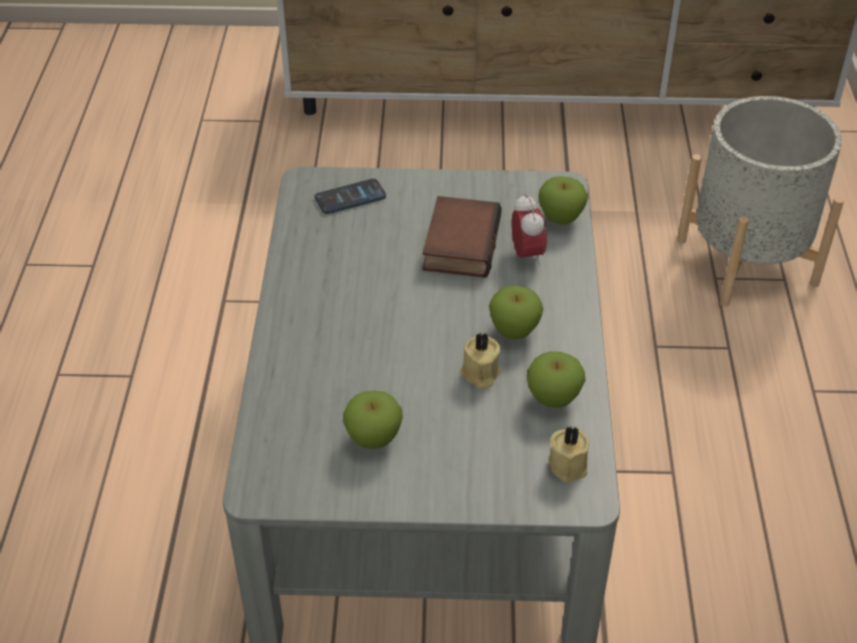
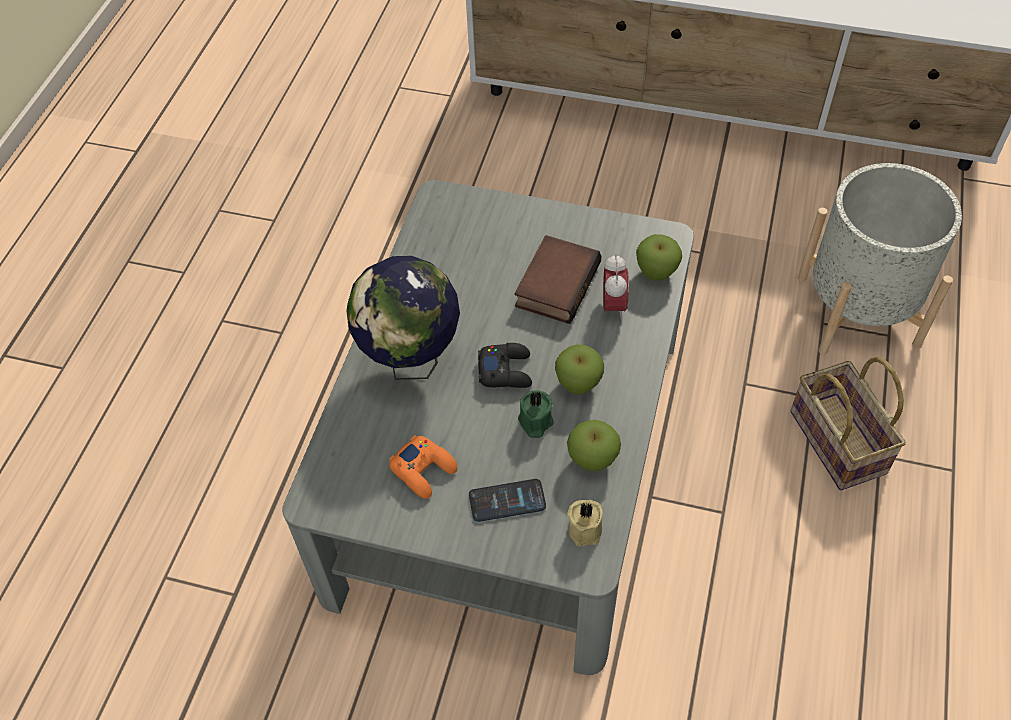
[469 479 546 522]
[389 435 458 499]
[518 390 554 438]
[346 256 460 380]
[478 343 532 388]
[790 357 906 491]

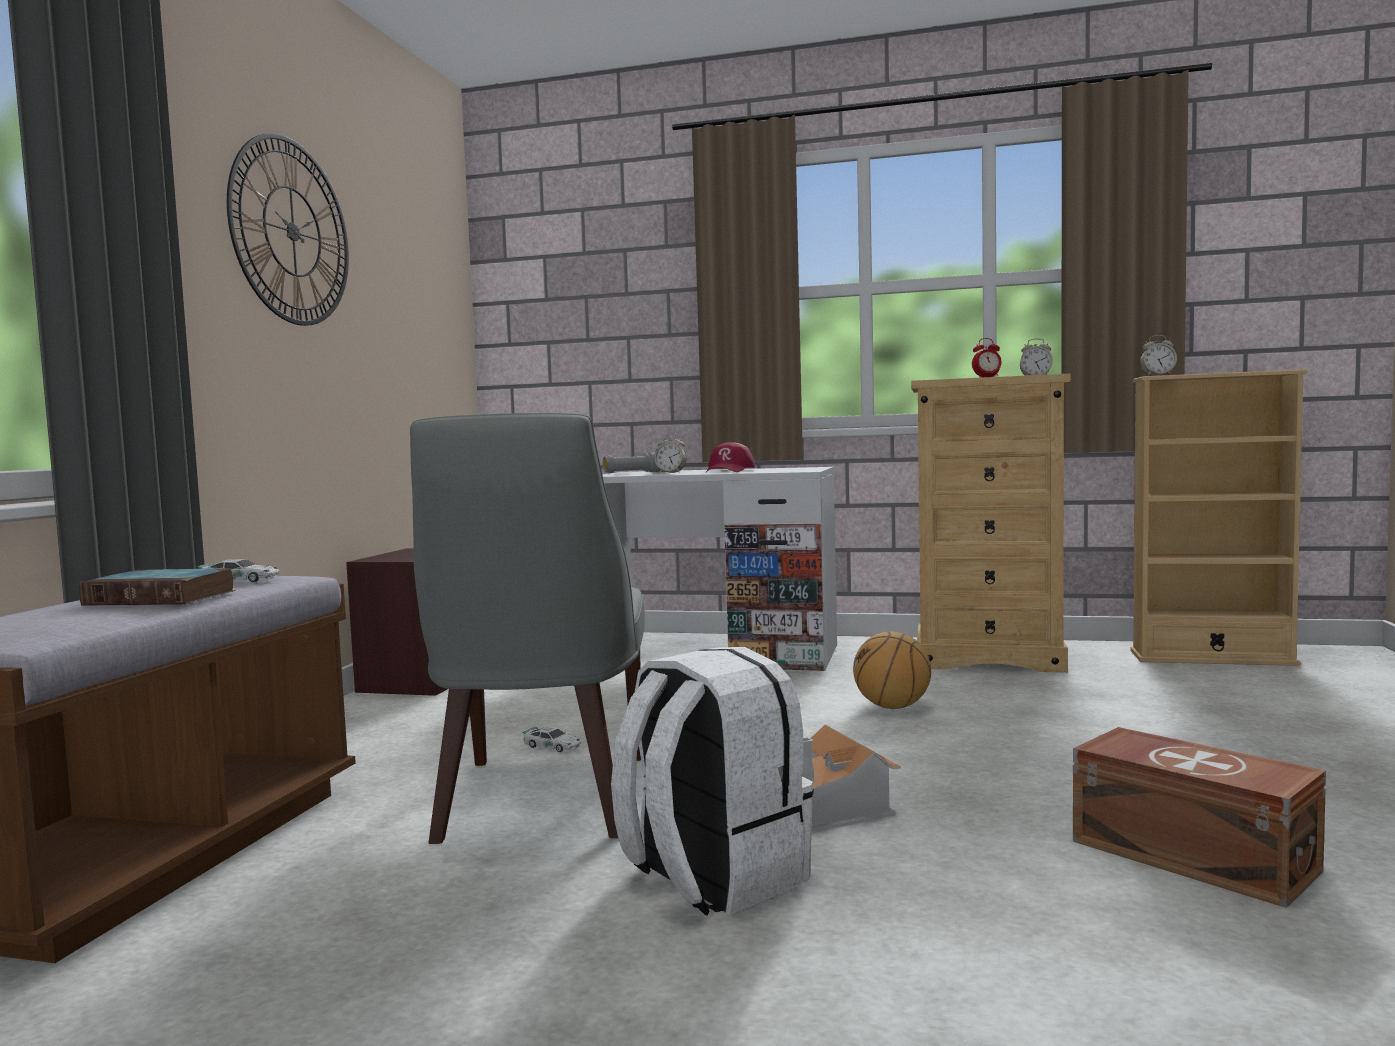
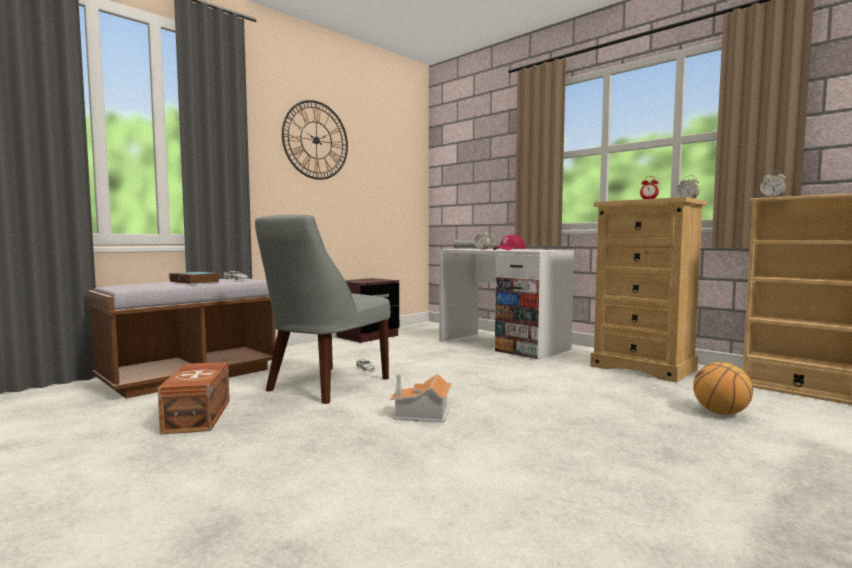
[611 647 814 915] (first image)
[693 362 753 415]
[158 362 230 435]

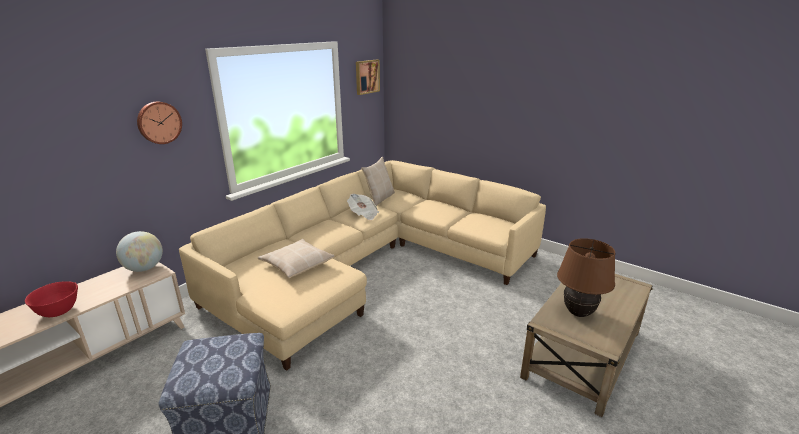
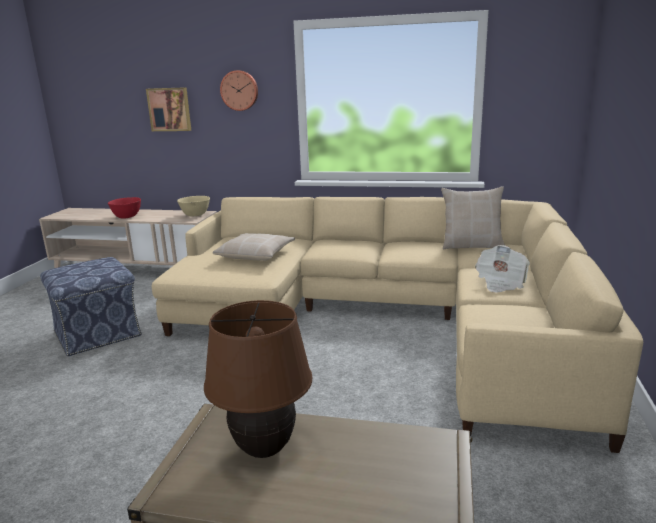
[177 196 210 216]
[475 245 530 293]
[146 87 191 131]

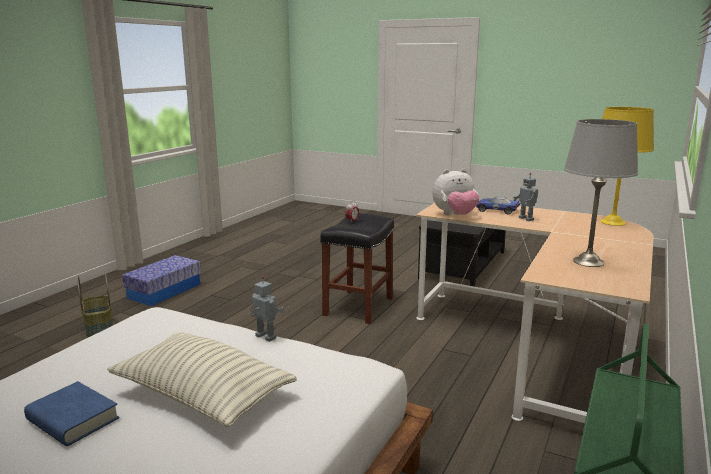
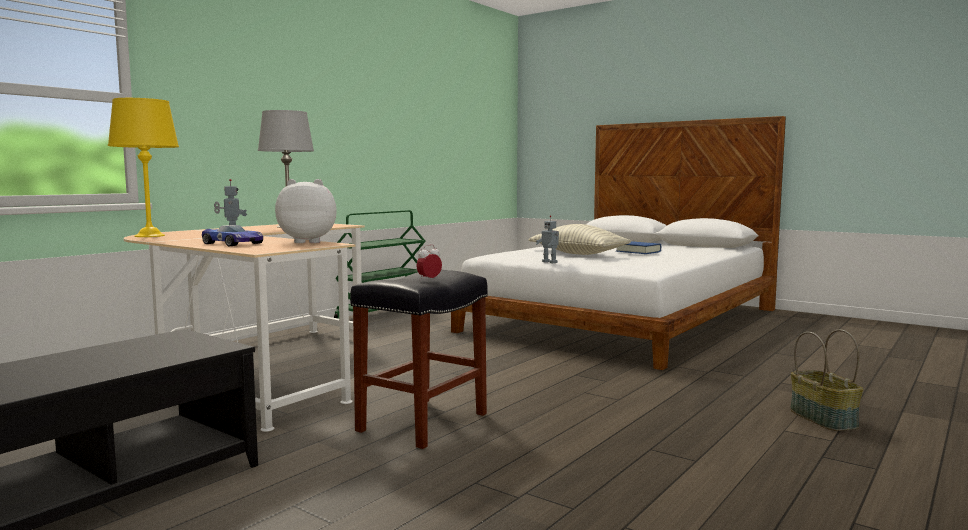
[122 255 201 306] (first image)

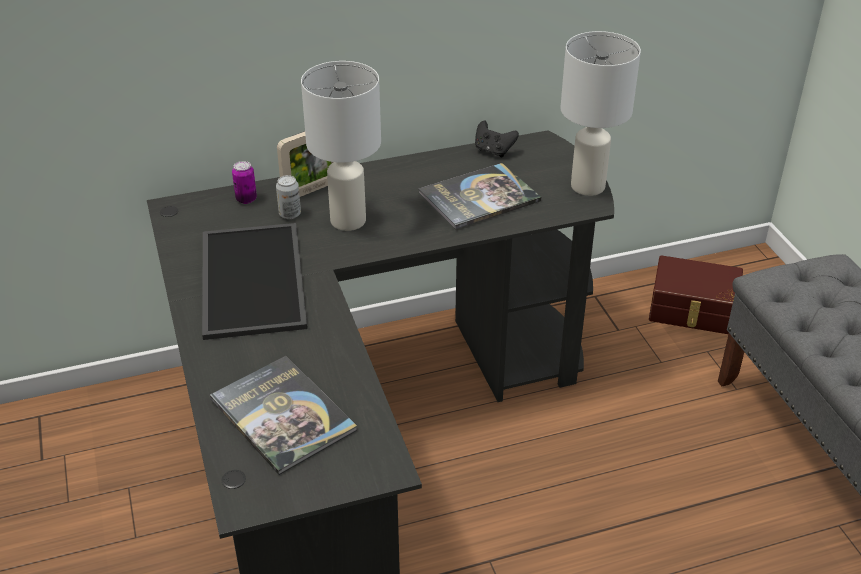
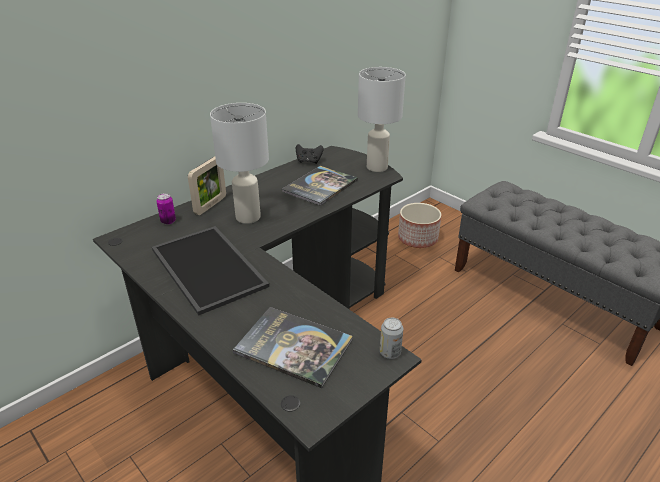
[380 318 403 359]
[398 203 441 248]

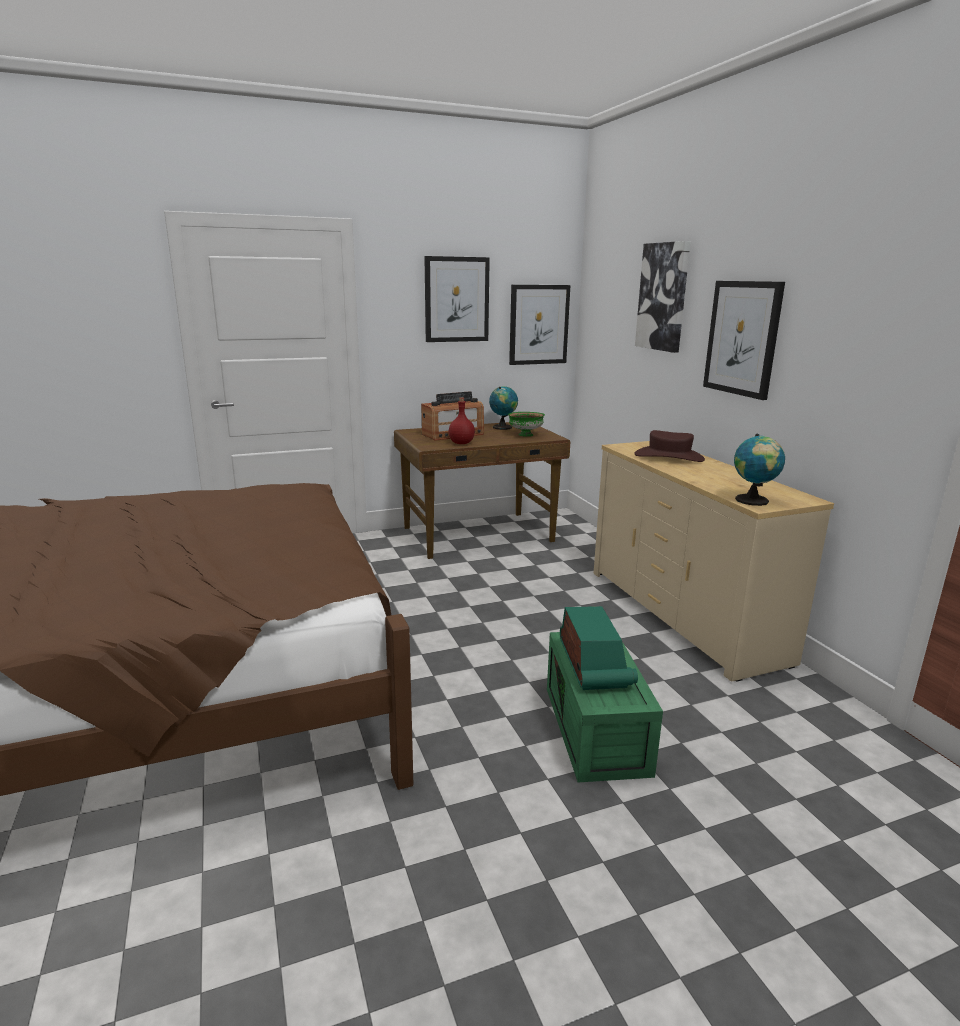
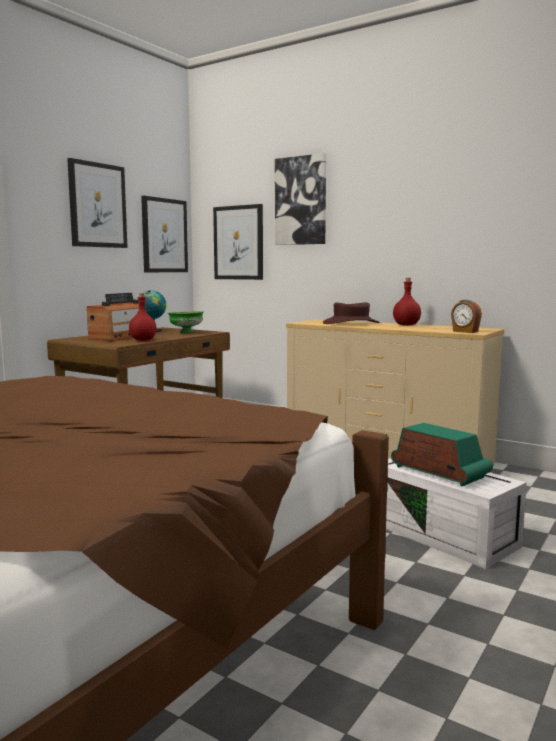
[386 458 527 569]
[213 204 263 280]
[451 300 482 333]
[393 278 421 326]

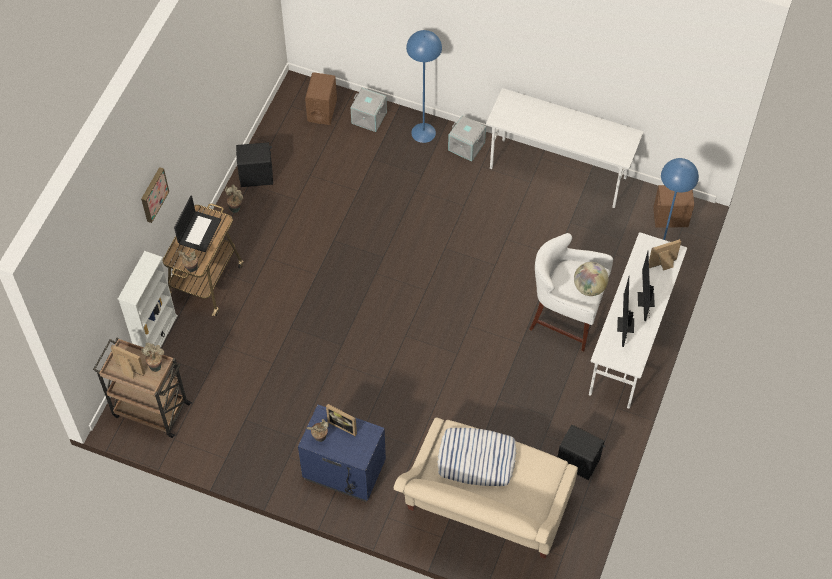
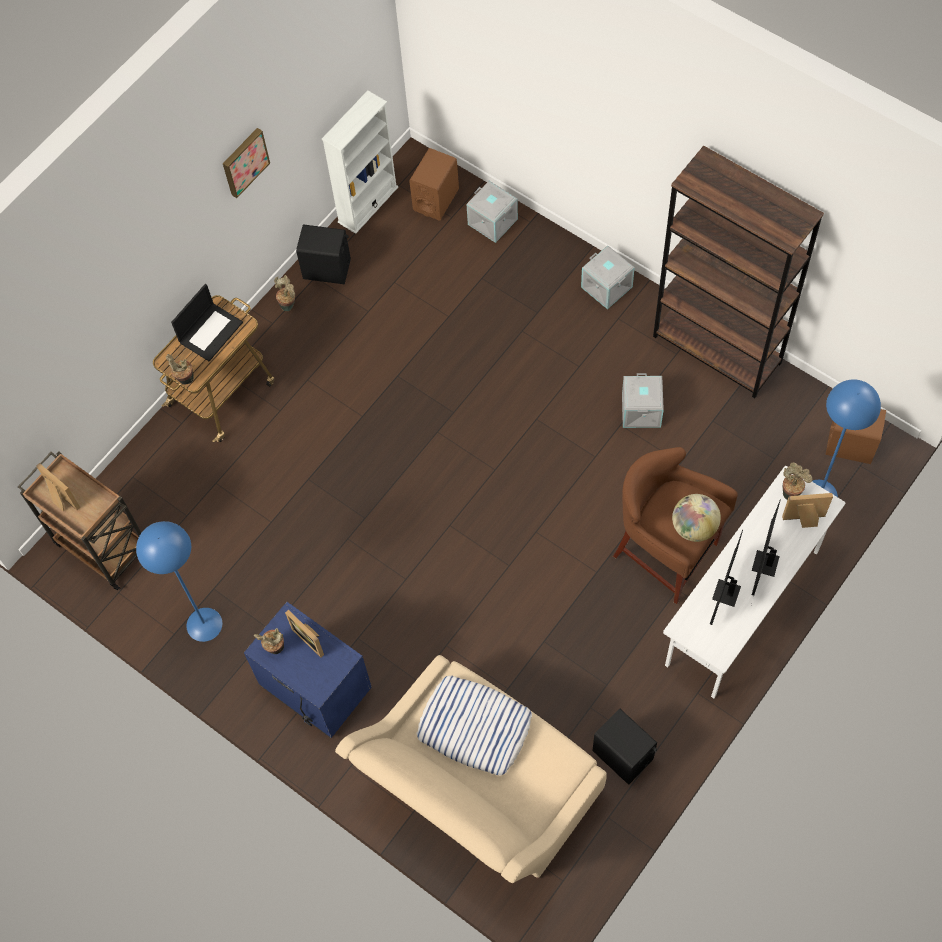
[322 90 398 234]
[223 128 270 198]
[783 463 813 500]
[136 521 222 642]
[653 146 824 398]
[613 447 738 604]
[622 373 664 428]

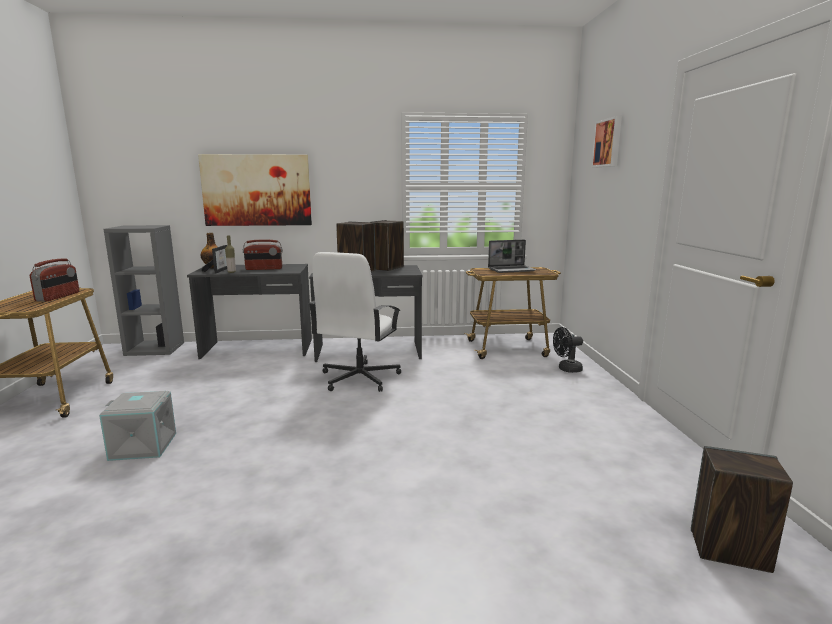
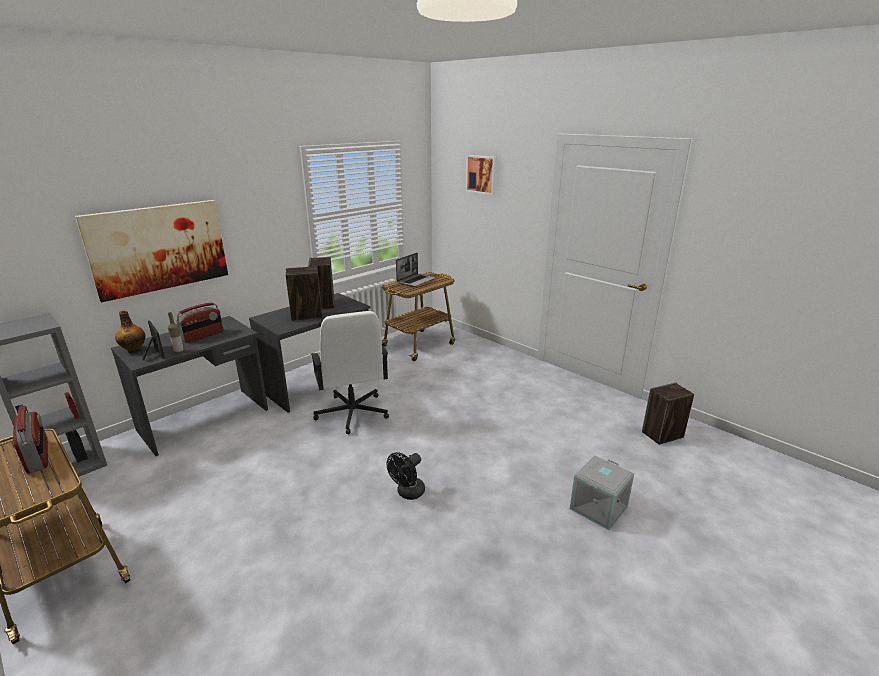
[570 456 634 530]
[387 452 425 500]

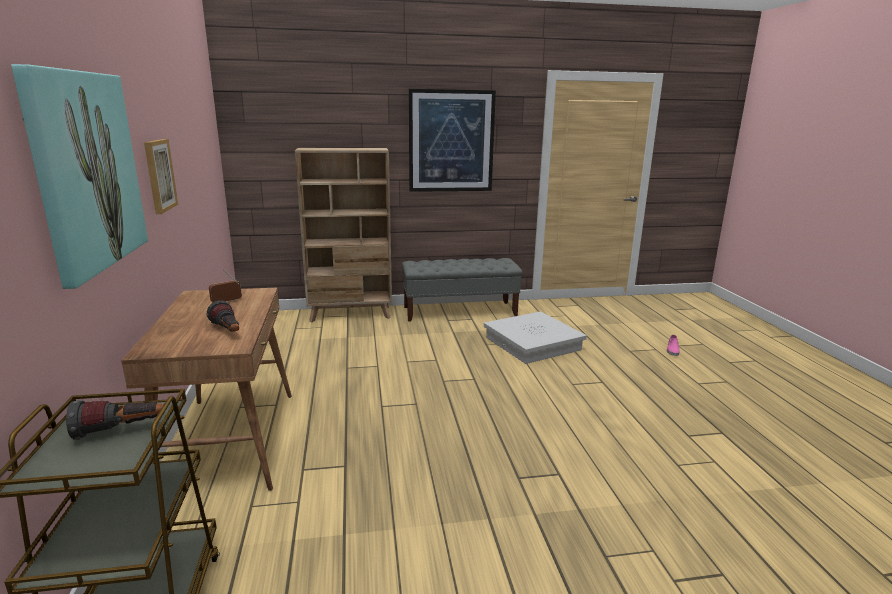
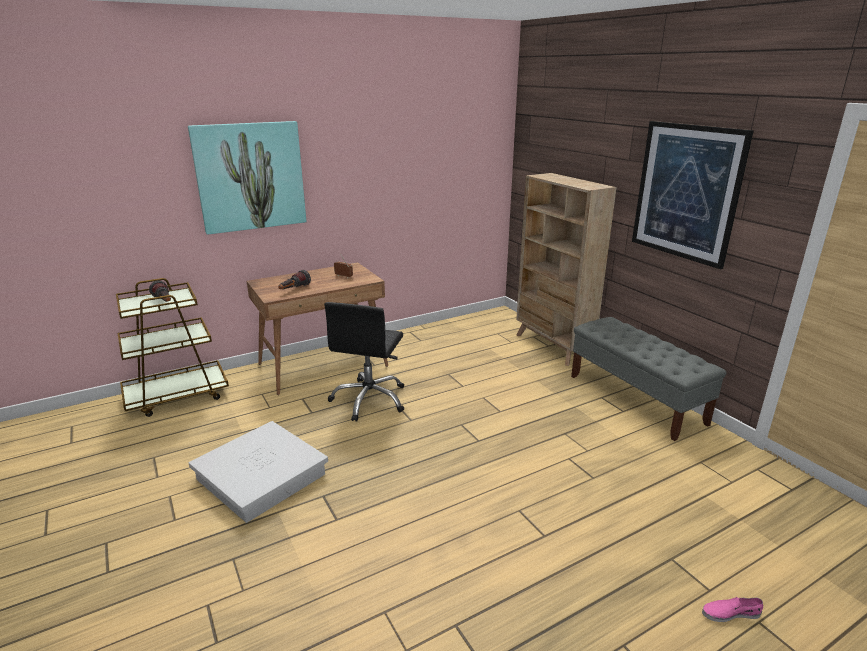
[144 139 178 214] (first image)
[189 421 328 523]
[324 302 404 422]

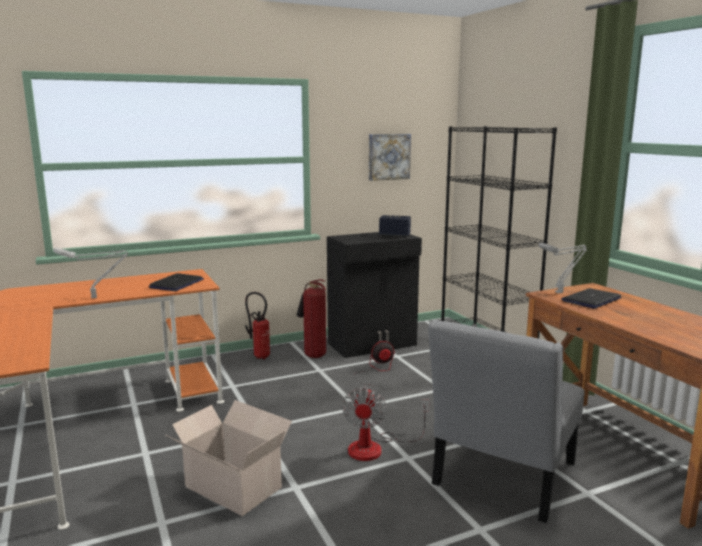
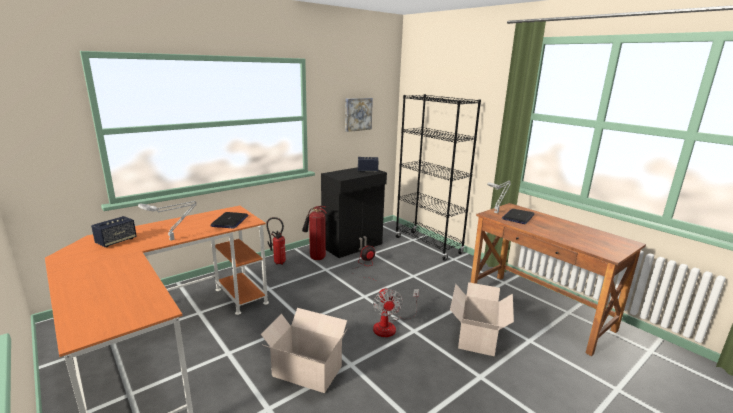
[450 282 514 356]
[91 216 137 247]

